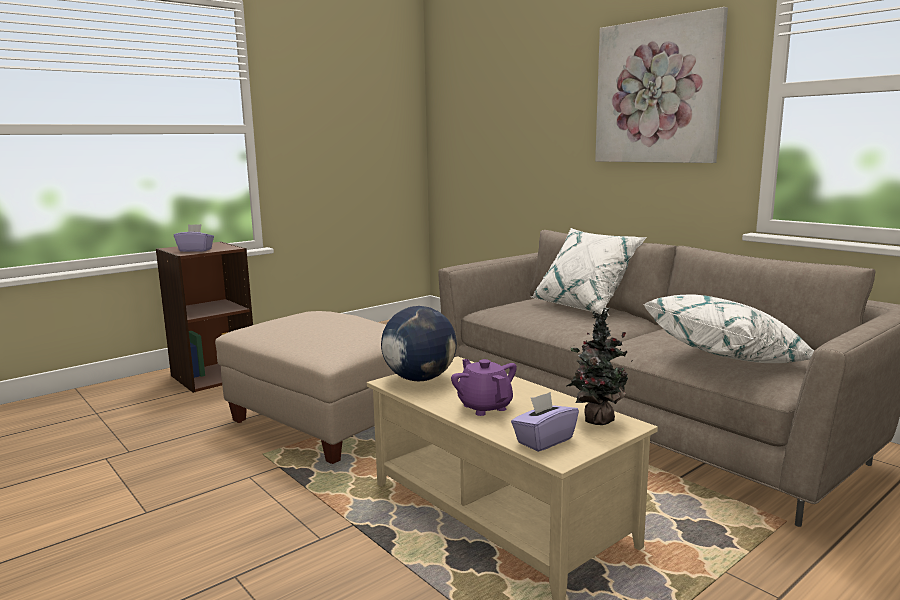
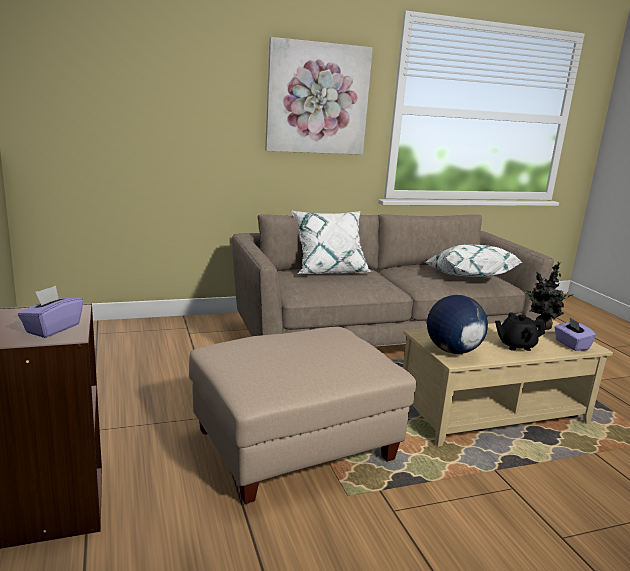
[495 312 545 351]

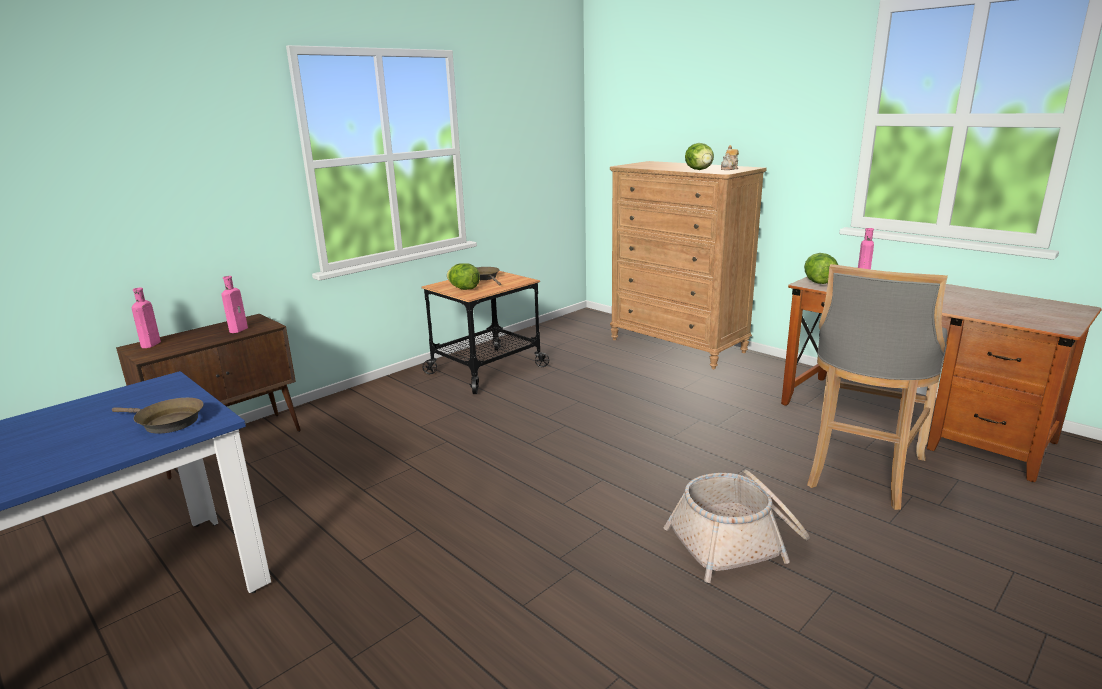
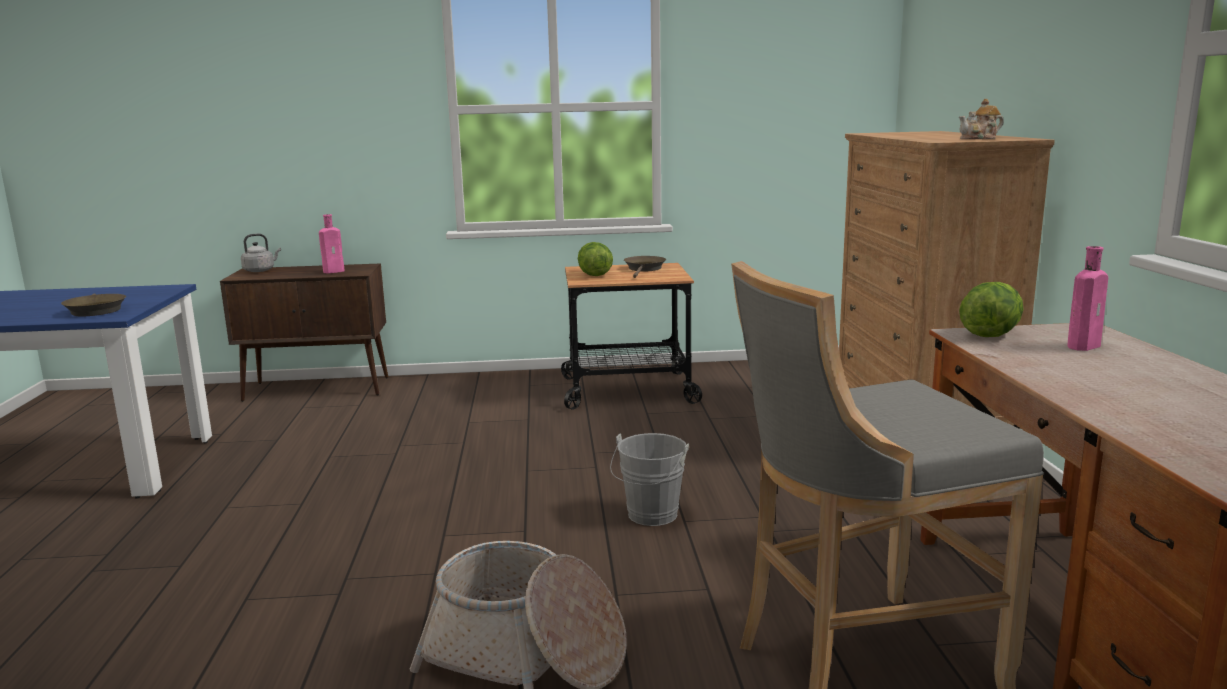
[241 234 281 272]
[685 143 714 170] (first image)
[610 433 689 526]

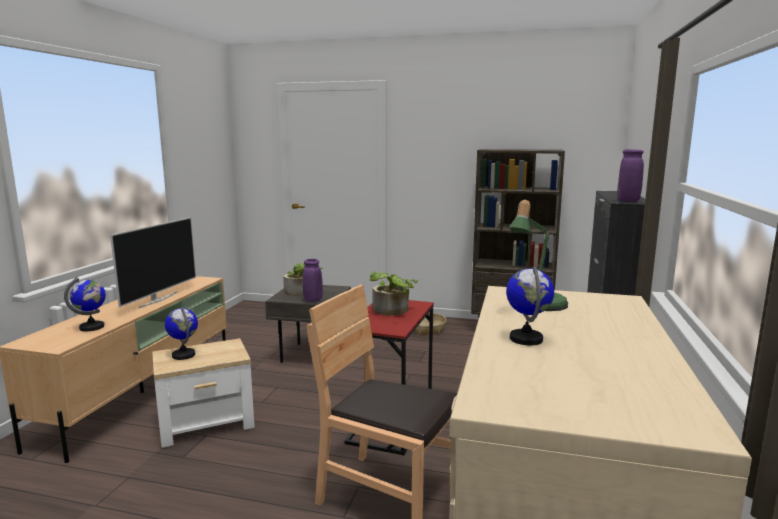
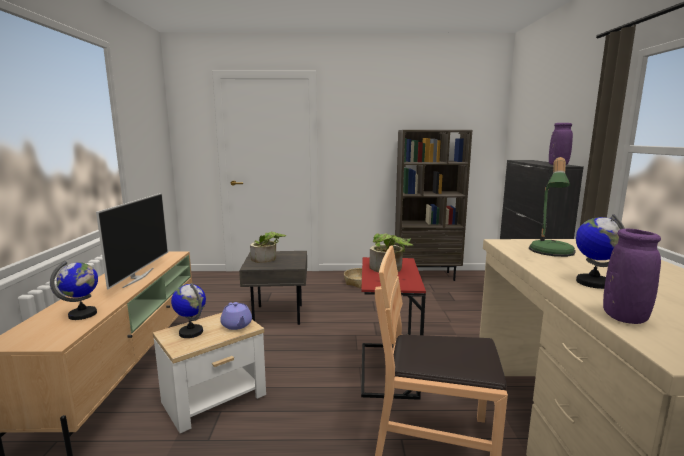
[603 229 661 324]
[220 302 252 330]

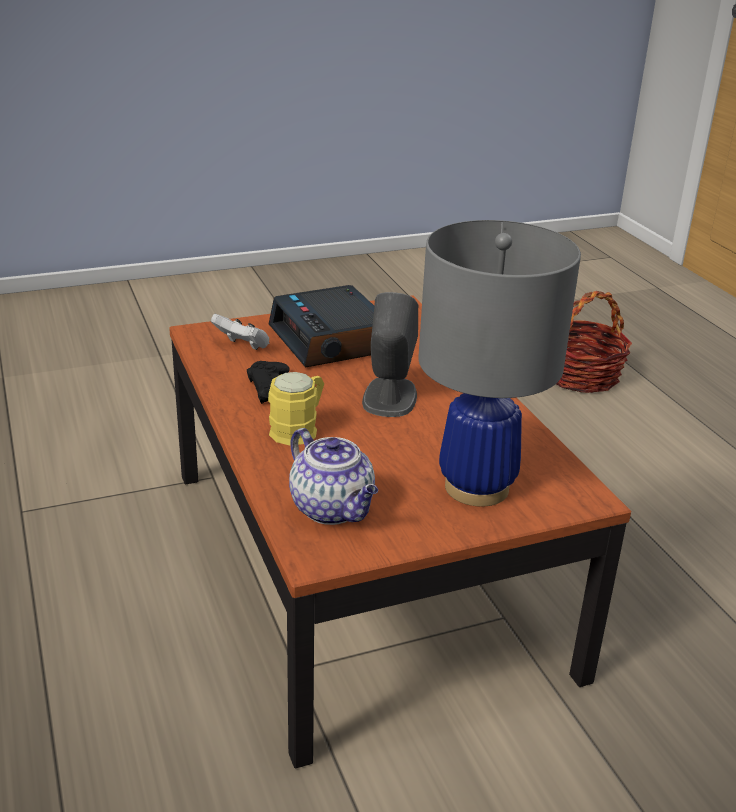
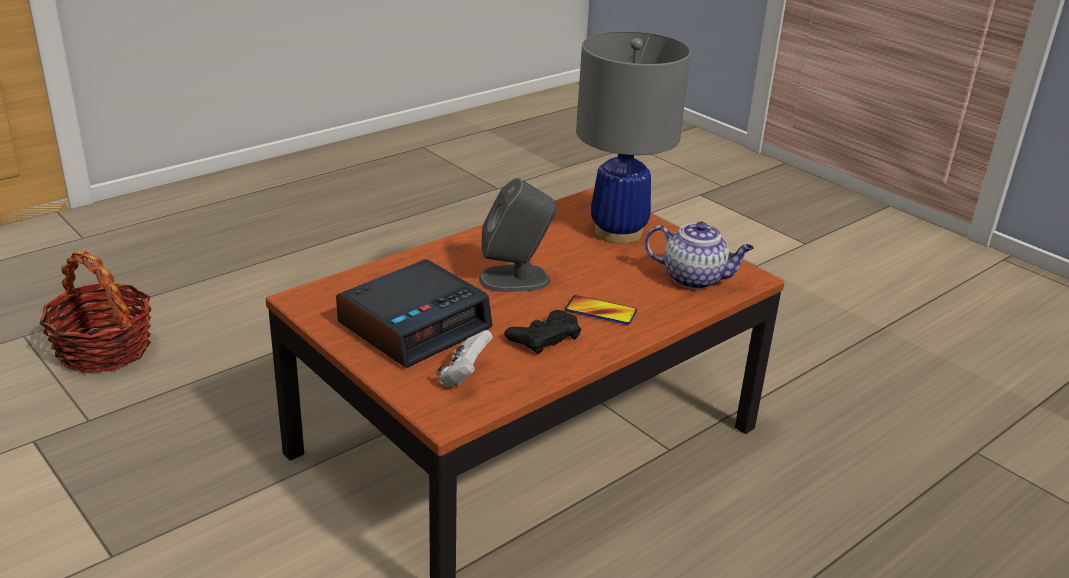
[565 295 637 325]
[645 221 754 289]

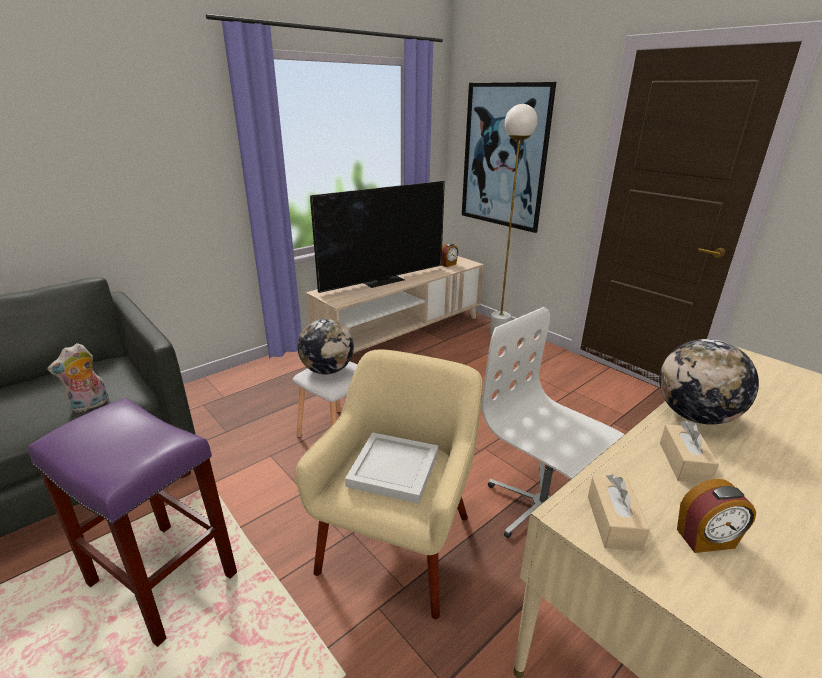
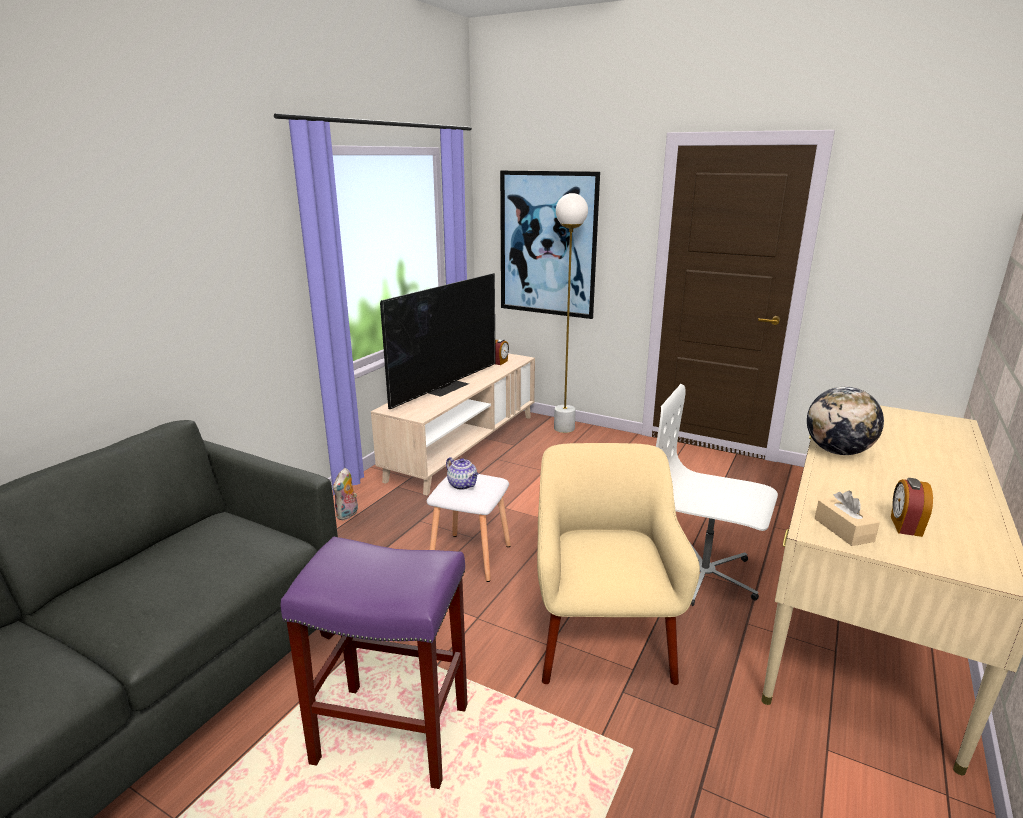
[333 468 358 520]
[446 457 479 490]
[345 432 438 504] (first image)
[660 421 719 483] (first image)
[891 478 933 537]

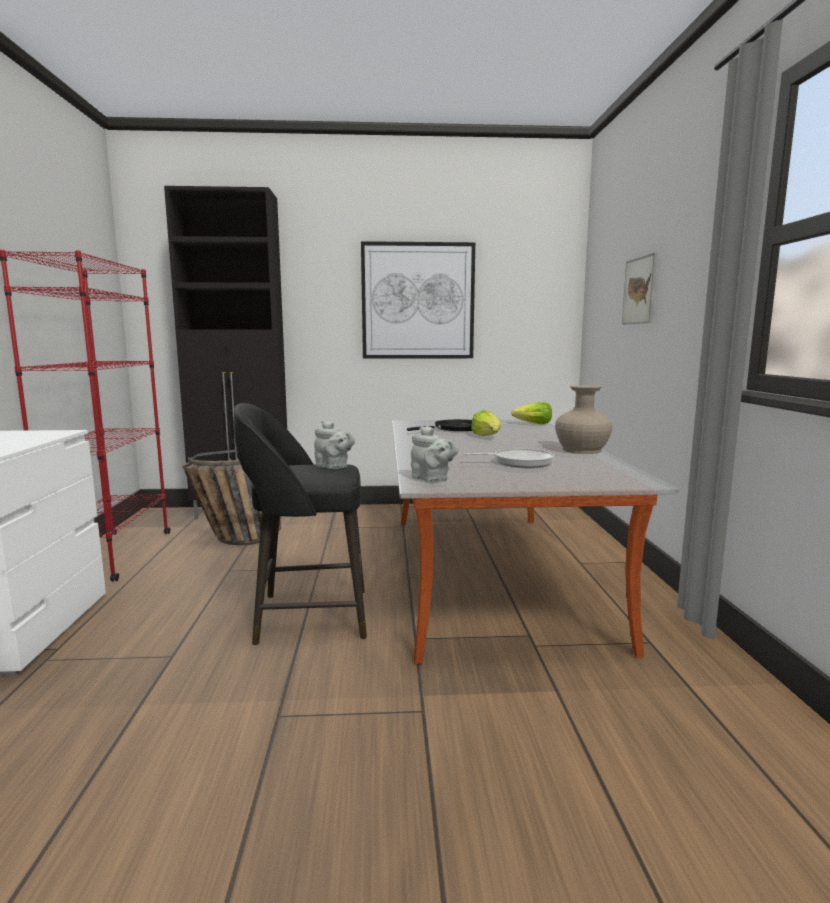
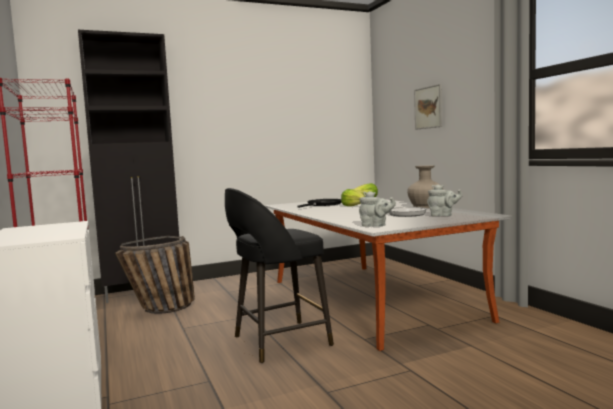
[427 185 463 216]
[361 241 475 359] (first image)

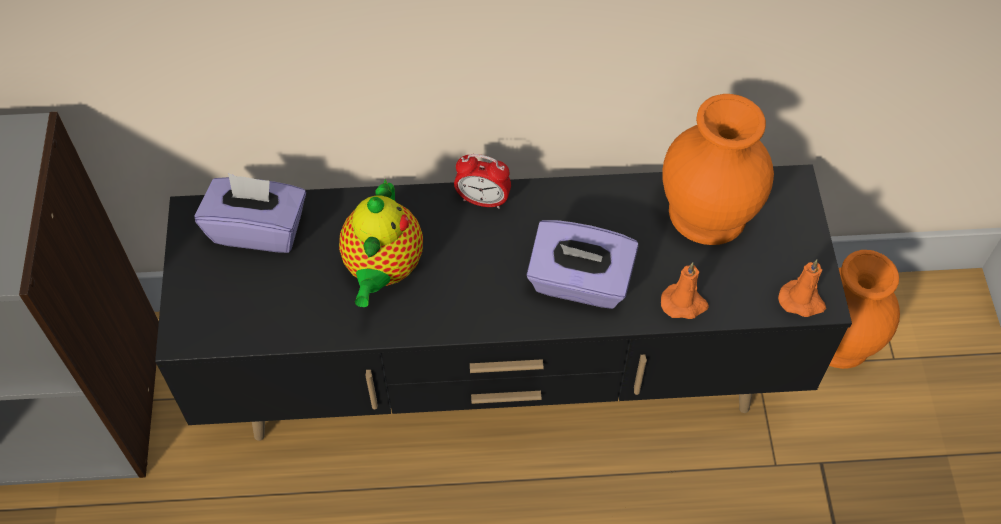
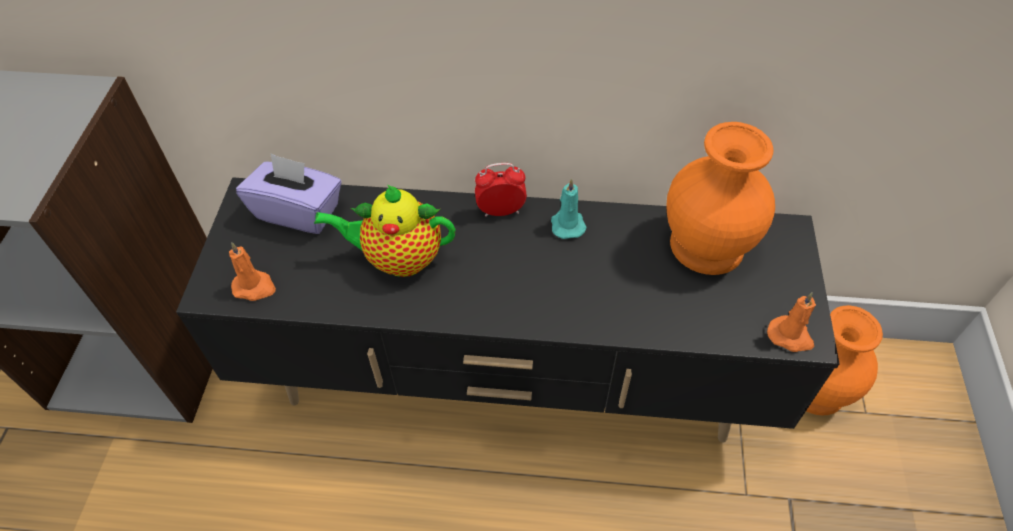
[314 185 455 277]
[475 163 527 217]
[527 220 638 309] (first image)
[229 242 276 301]
[551 178 587 239]

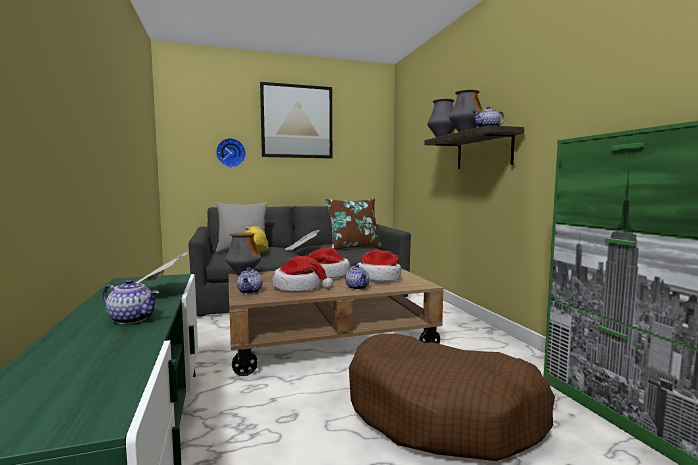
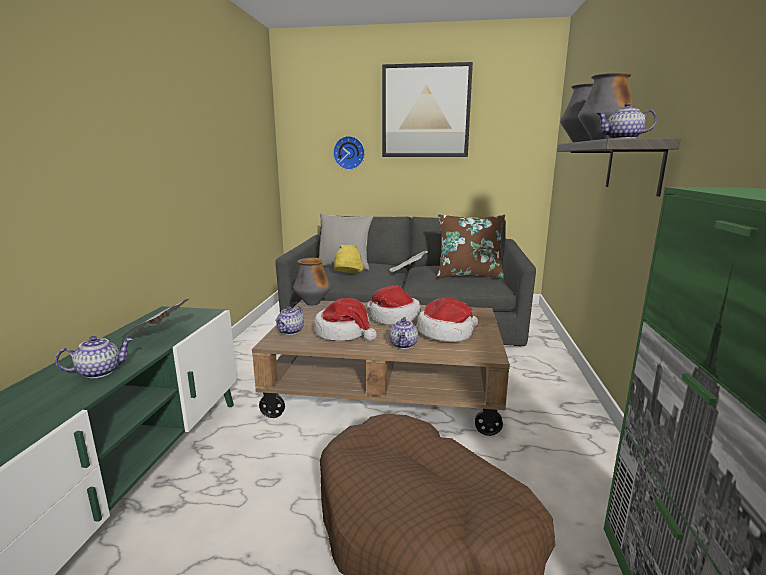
[55 336 133 378]

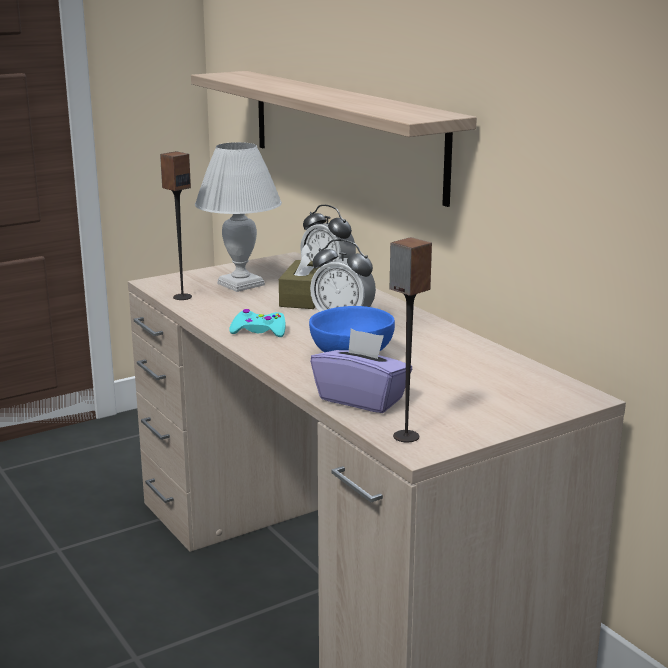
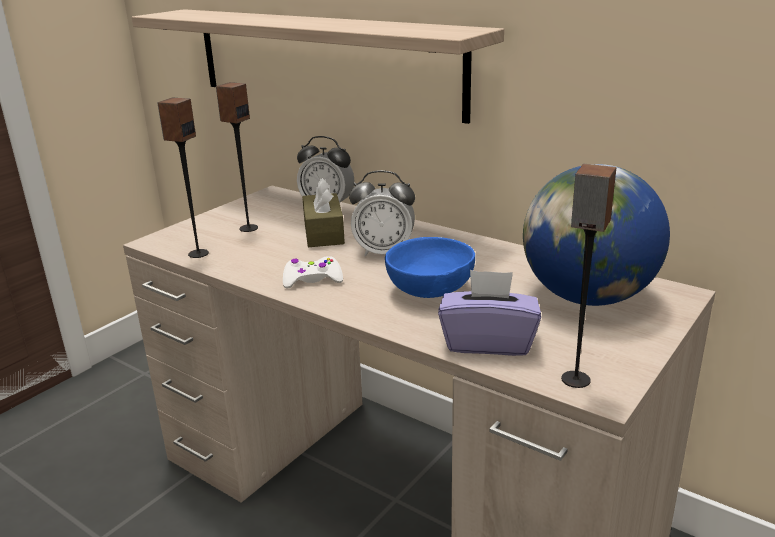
[216 82 258 232]
[283 256 343 288]
[523 164 670 306]

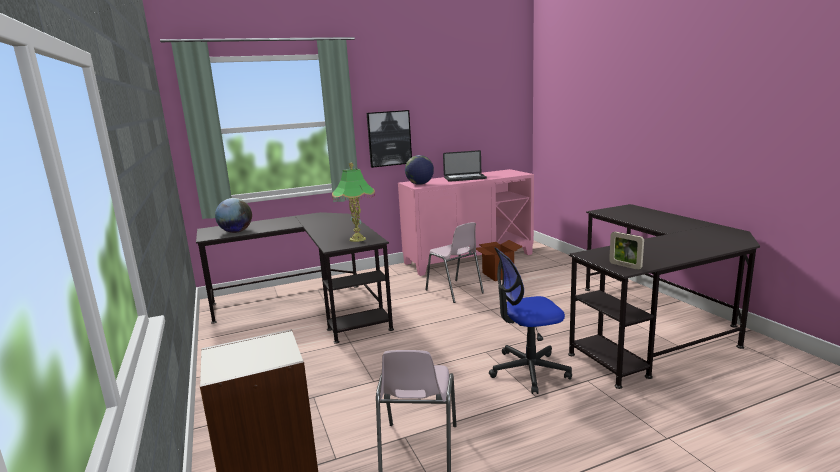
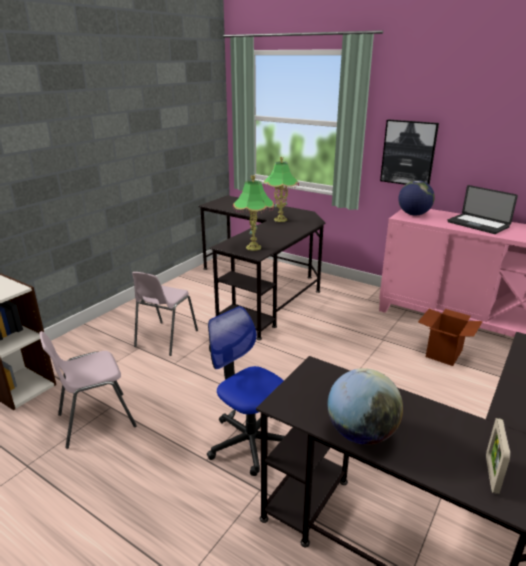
[328 368 403 445]
[132 272 198 356]
[486 418 511 494]
[264 157 299 222]

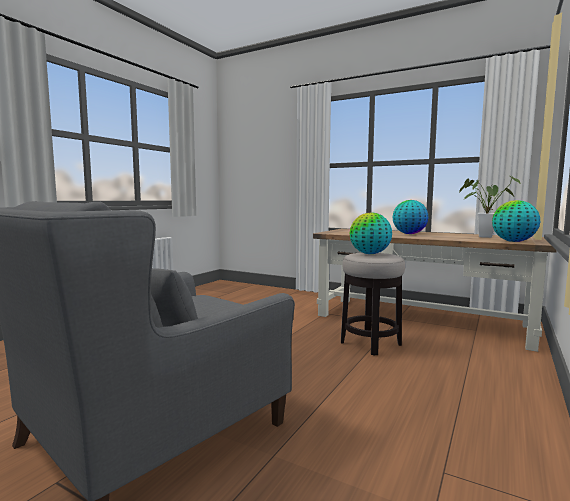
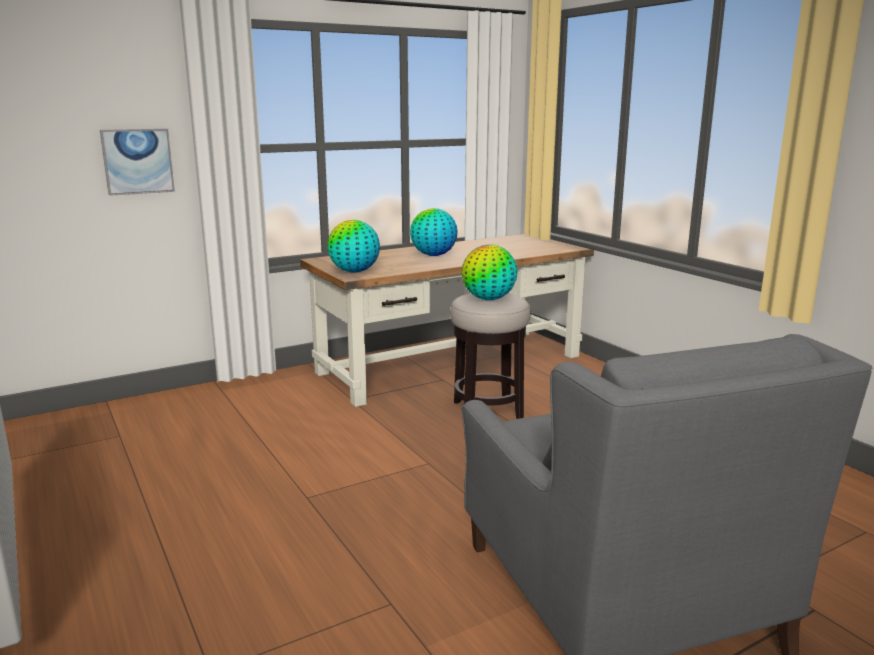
[459 176 520 238] (first image)
[327 220 380 273]
[100 129 175 196]

